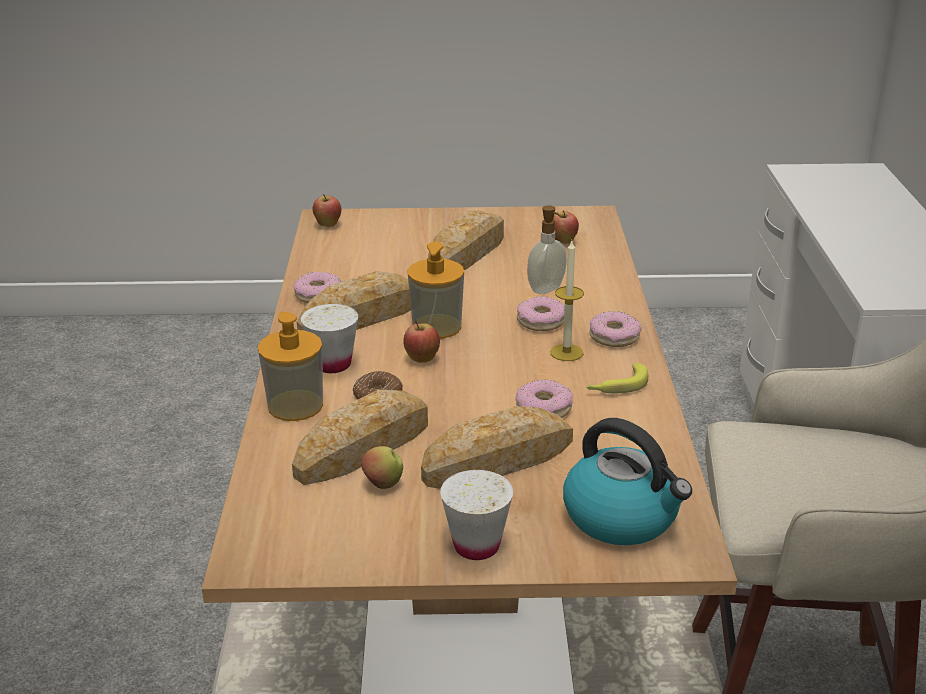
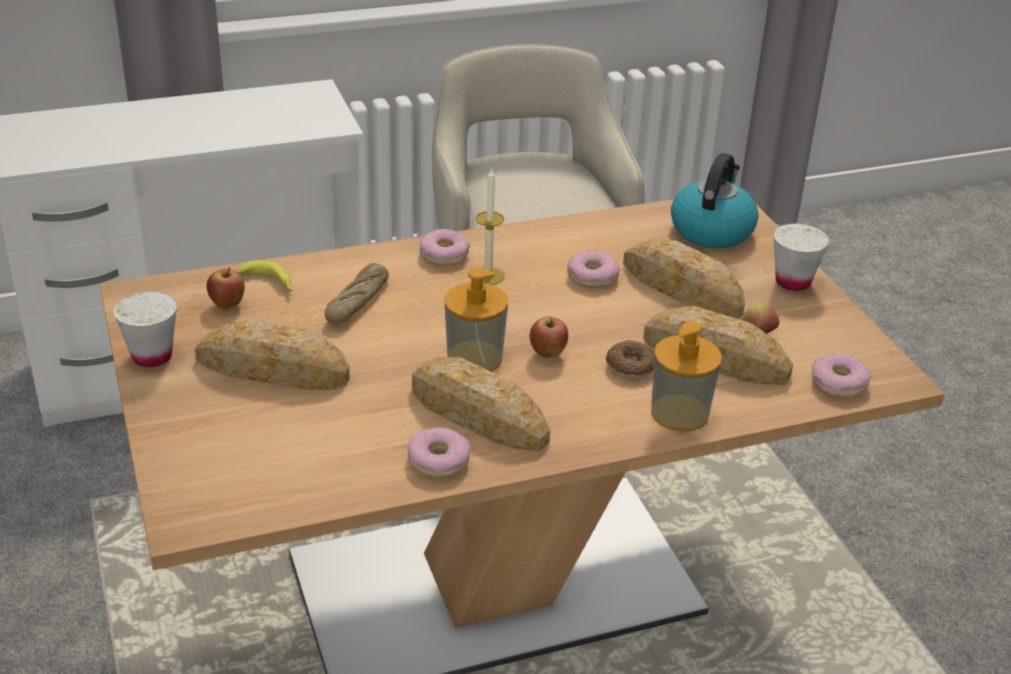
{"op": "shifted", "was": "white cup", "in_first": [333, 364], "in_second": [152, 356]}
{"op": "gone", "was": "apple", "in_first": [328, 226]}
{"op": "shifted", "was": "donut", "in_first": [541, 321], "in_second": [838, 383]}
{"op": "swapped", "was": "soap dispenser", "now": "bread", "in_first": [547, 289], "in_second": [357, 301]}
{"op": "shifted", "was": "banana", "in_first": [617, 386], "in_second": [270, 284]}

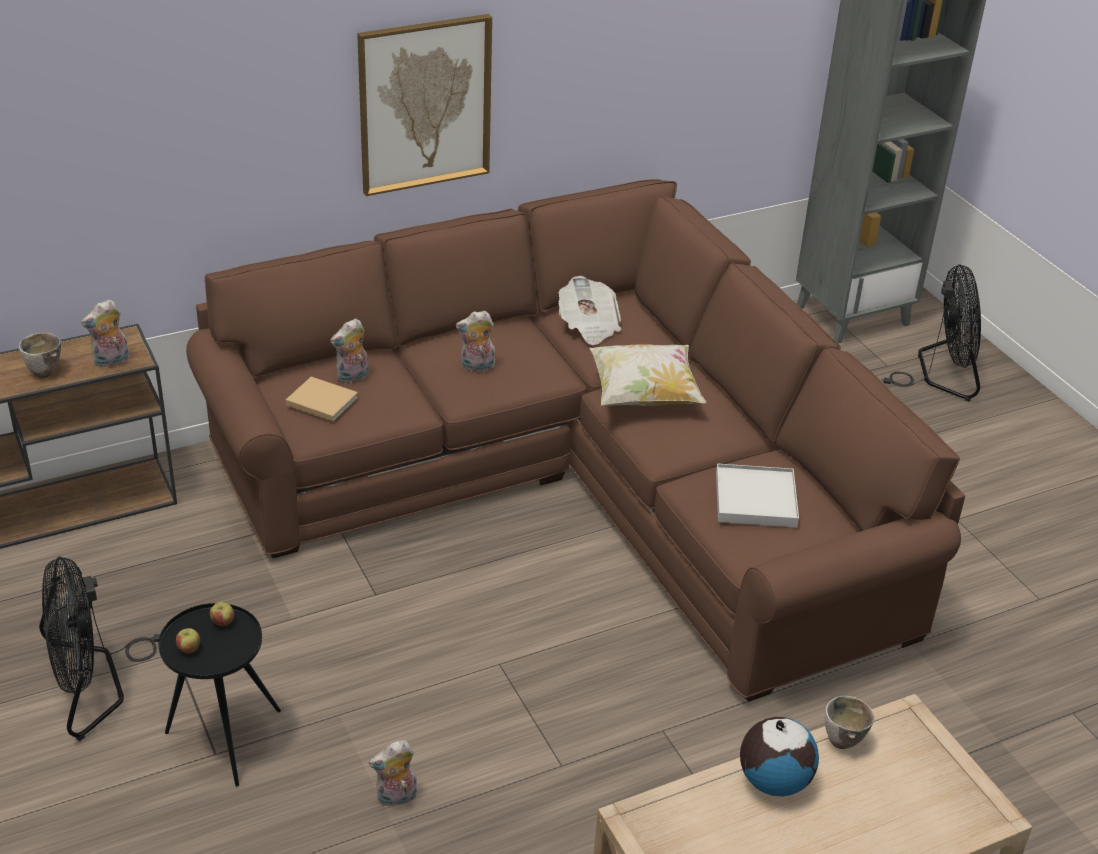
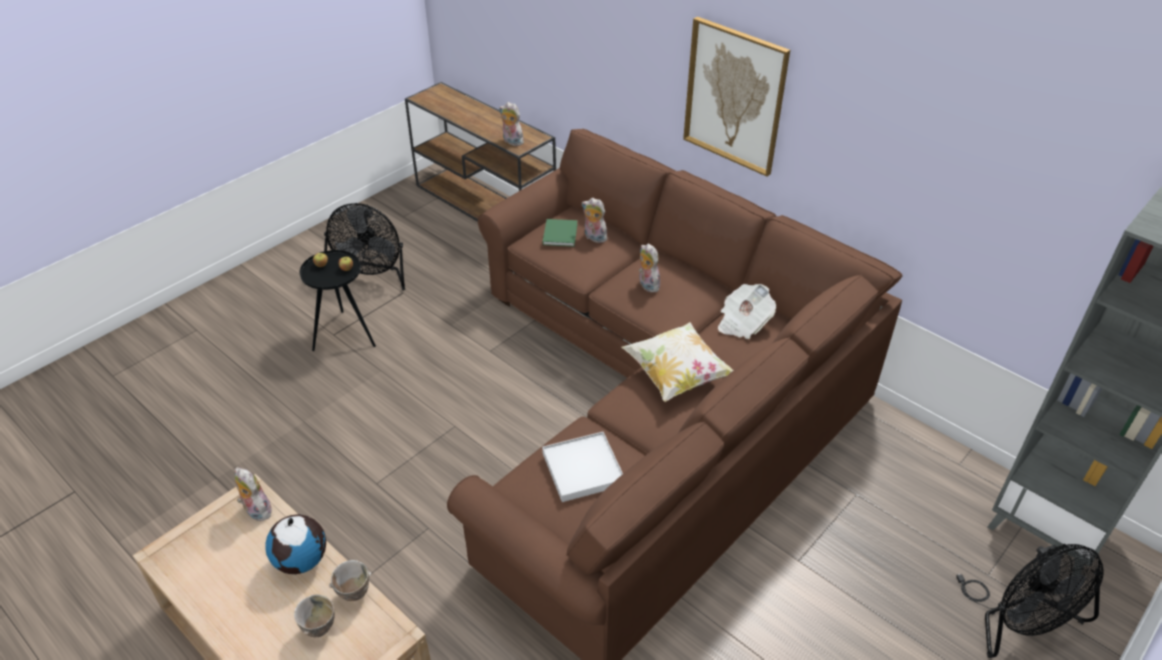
{"op": "shifted", "was": "bowl", "in_first": [45, 373], "in_second": [319, 630]}
{"op": "rotated", "was": "black fan", "in_first": [94, 679], "in_second": [371, 273], "clockwise": -120}
{"op": "repainted", "was": "beige book", "now": "green book", "in_first": [320, 400], "in_second": [560, 233]}
{"op": "shifted", "was": "plush toy", "in_first": [396, 798], "in_second": [256, 510]}

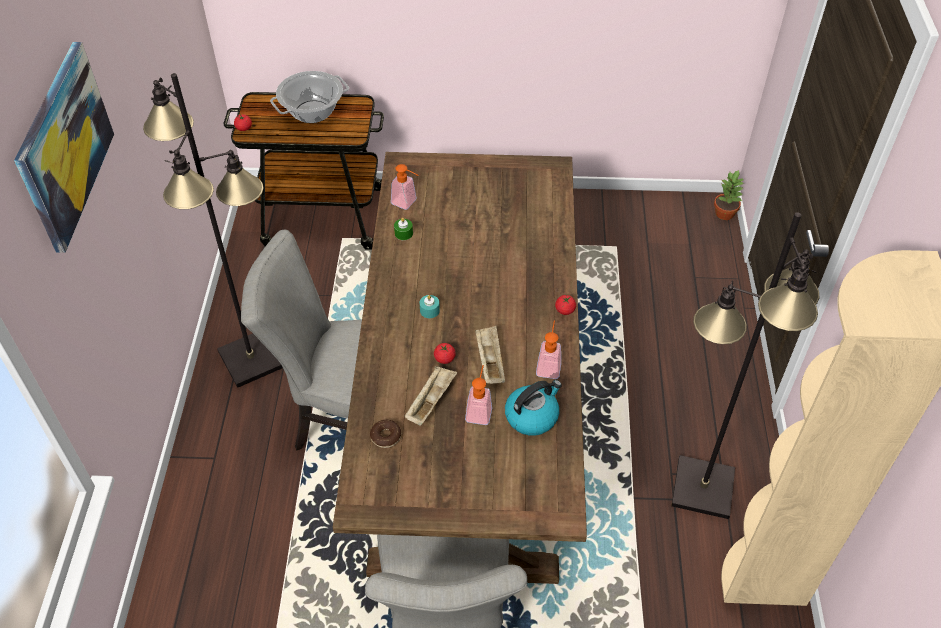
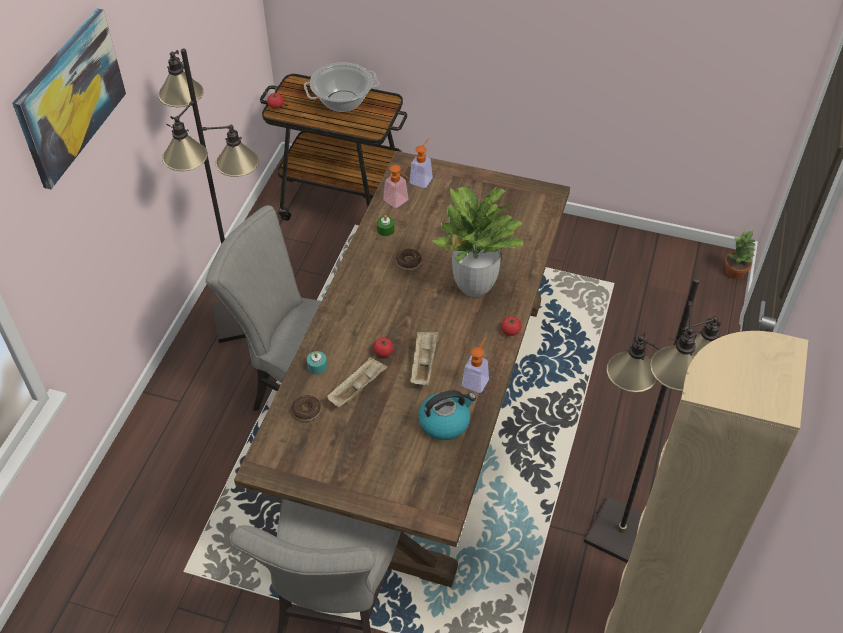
{"op": "shifted", "was": "turquoise candle", "in_first": [429, 310], "in_second": [317, 366]}
{"op": "shifted", "was": "soap dispenser", "in_first": [479, 410], "in_second": [422, 178]}
{"op": "new", "now": "donut", "in_second": [408, 262]}
{"op": "new", "now": "potted plant", "in_second": [474, 286]}

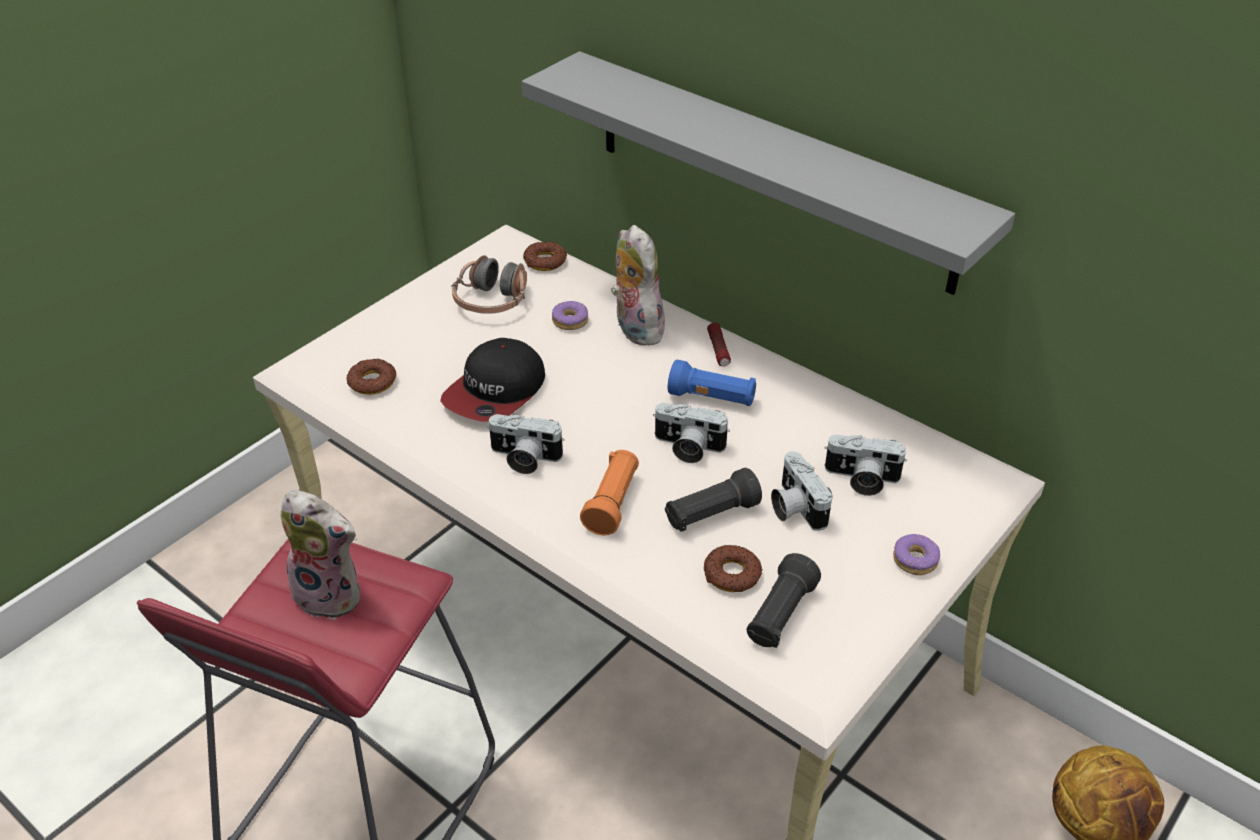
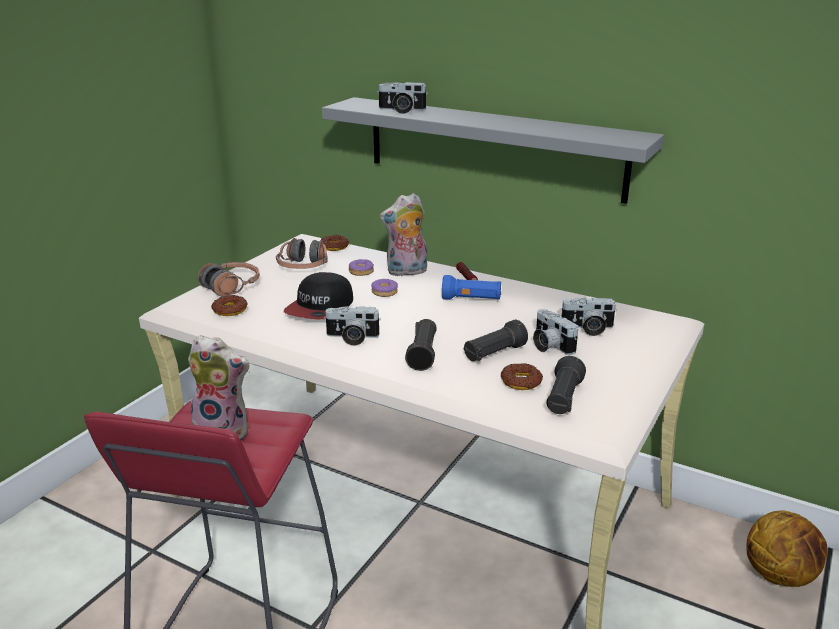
{"op": "repainted", "was": "orange flashlight", "now": "black flashlight", "in_first": [612, 503], "in_second": [423, 354]}
{"op": "rotated", "was": "plush toy", "in_first": [635, 328], "in_second": [406, 272], "clockwise": -75}
{"op": "shifted", "was": "photo camera", "in_first": [687, 448], "in_second": [401, 110]}
{"op": "shifted", "was": "donut", "in_first": [915, 560], "in_second": [385, 292]}
{"op": "new", "now": "headphones", "in_second": [231, 287]}

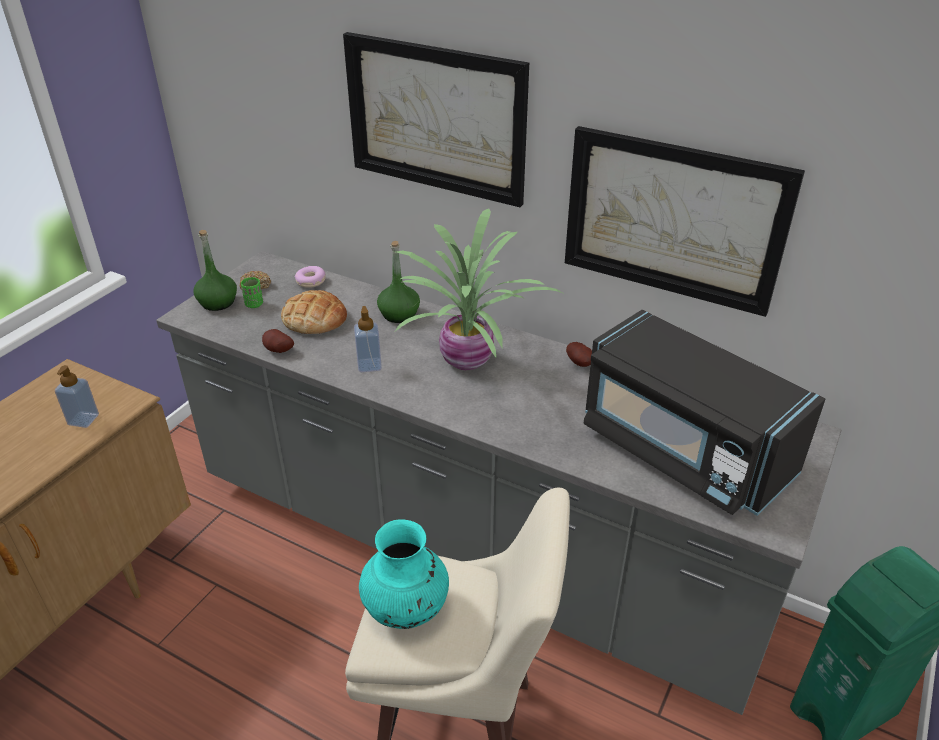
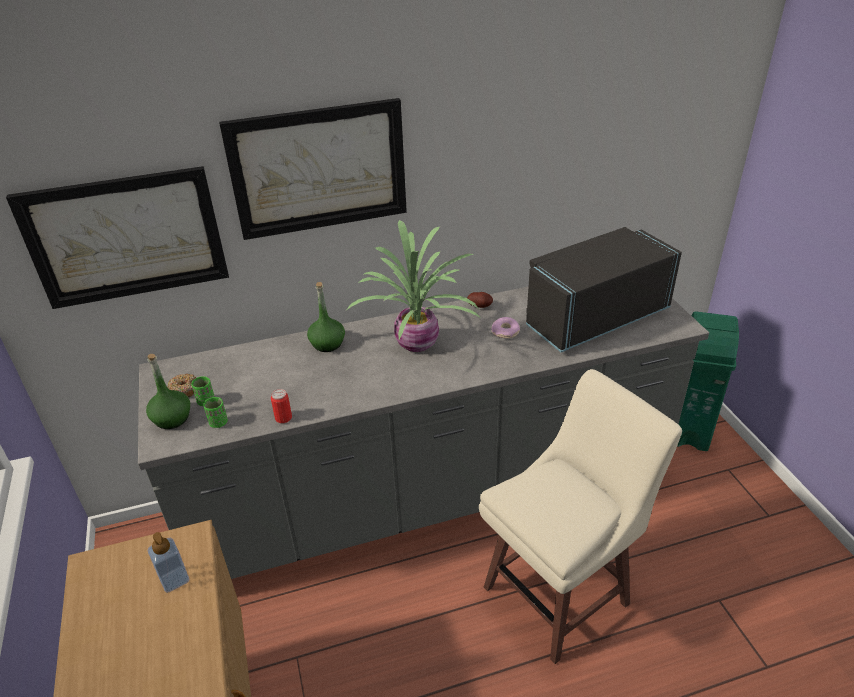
{"op": "swapped", "was": "potato", "now": "can", "in_first": [278, 351], "in_second": [283, 418]}
{"op": "gone", "was": "bread", "in_first": [315, 318]}
{"op": "shifted", "was": "donut", "in_first": [311, 281], "in_second": [505, 332]}
{"op": "gone", "was": "soap dispenser", "in_first": [369, 365]}
{"op": "gone", "was": "turquoise vase", "in_first": [406, 610]}
{"op": "shifted", "was": "picture", "in_first": [673, 219], "in_second": [126, 237]}
{"op": "rotated", "was": "black microwave", "in_first": [682, 450], "in_second": [595, 318], "clockwise": 150}
{"op": "new", "now": "green cup", "in_second": [218, 423]}

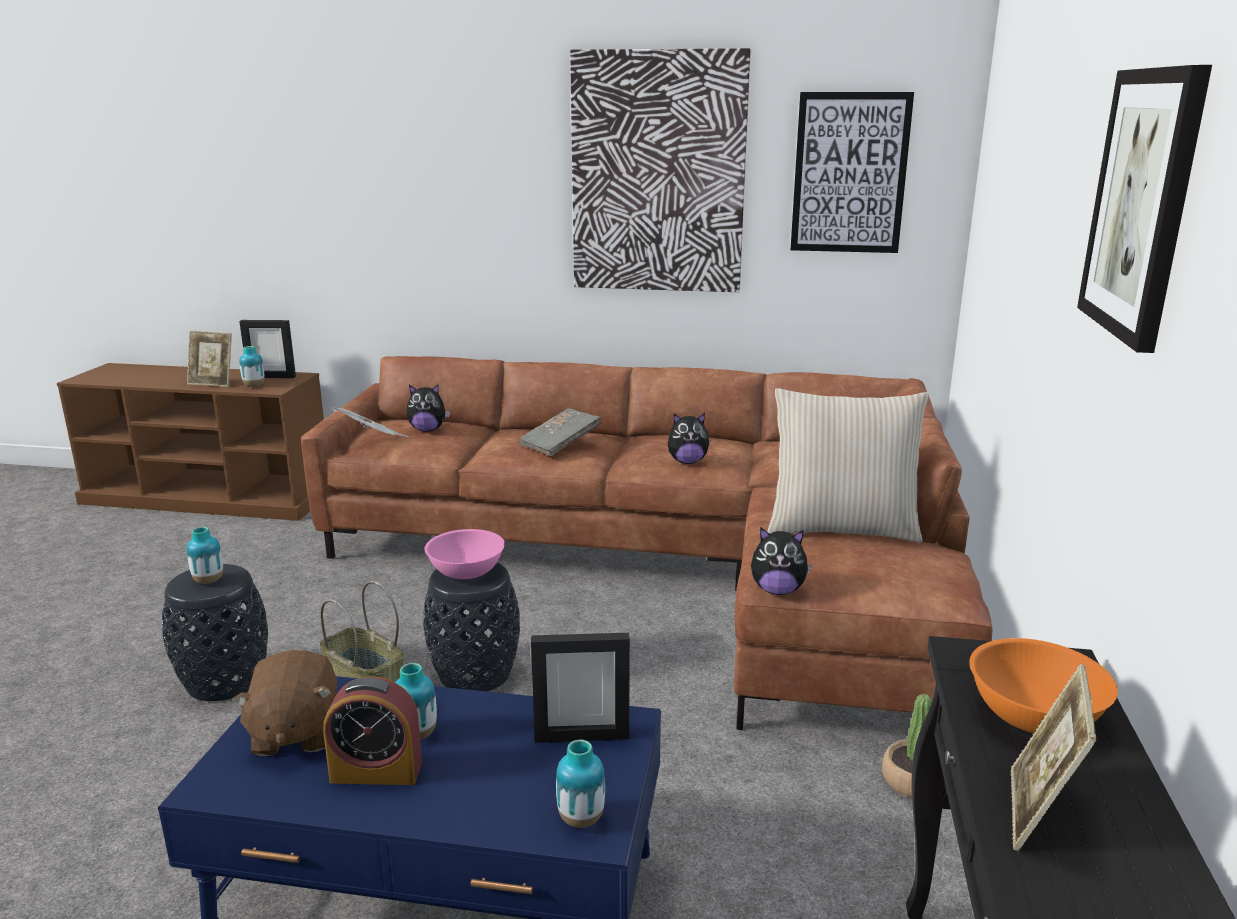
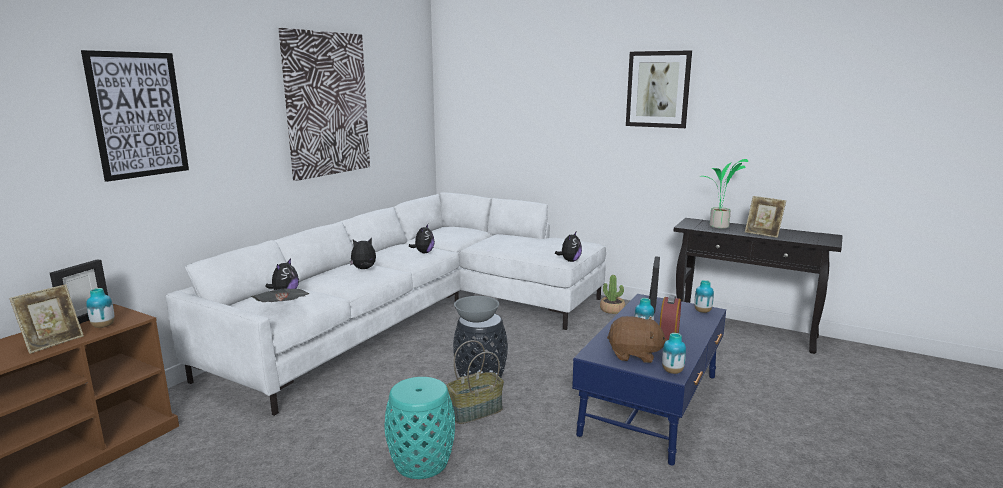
{"op": "repainted", "was": "black stool", "now": "turquoise stool", "in_first": [225, 681], "in_second": [421, 462]}
{"op": "shifted", "was": "vase", "in_first": [208, 581], "in_second": [672, 371]}
{"op": "repainted", "was": "brown sofa", "now": "white sofa", "in_first": [667, 569], "in_second": [418, 318]}
{"op": "repainted", "was": "pink bowl", "now": "grey bowl", "in_first": [467, 571], "in_second": [476, 319]}
{"op": "swapped", "was": "grey book", "now": "plush toy", "in_first": [560, 444], "in_second": [364, 269]}
{"op": "gone", "was": "beige pillow", "in_first": [841, 528]}
{"op": "shifted", "was": "picture", "in_first": [849, 173], "in_second": [138, 115]}
{"op": "swapped", "was": "orange bowl", "now": "potted plant", "in_first": [1035, 716], "in_second": [719, 227]}

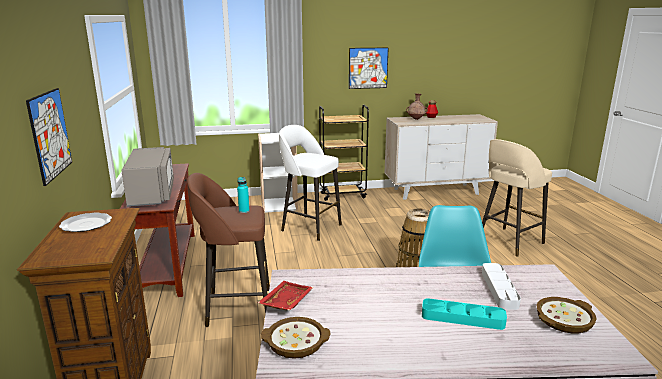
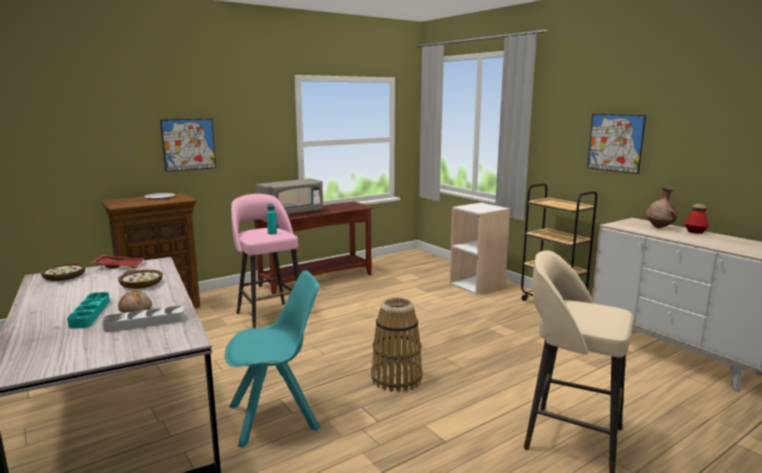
{"op": "repainted", "was": "brown stool", "now": "pink stool", "in_first": [236, 307], "in_second": [269, 316]}
{"op": "gone", "was": "white stool", "in_first": [310, 227]}
{"op": "shifted", "was": "bowl", "in_first": [564, 320], "in_second": [141, 283]}
{"op": "new", "now": "bread", "in_second": [135, 309]}

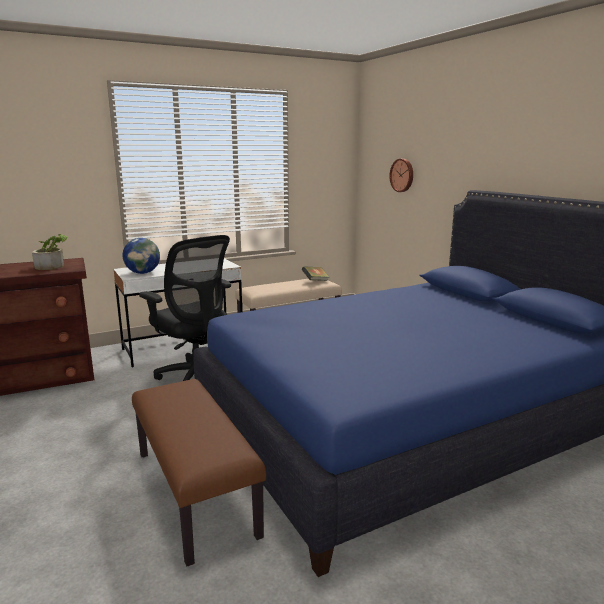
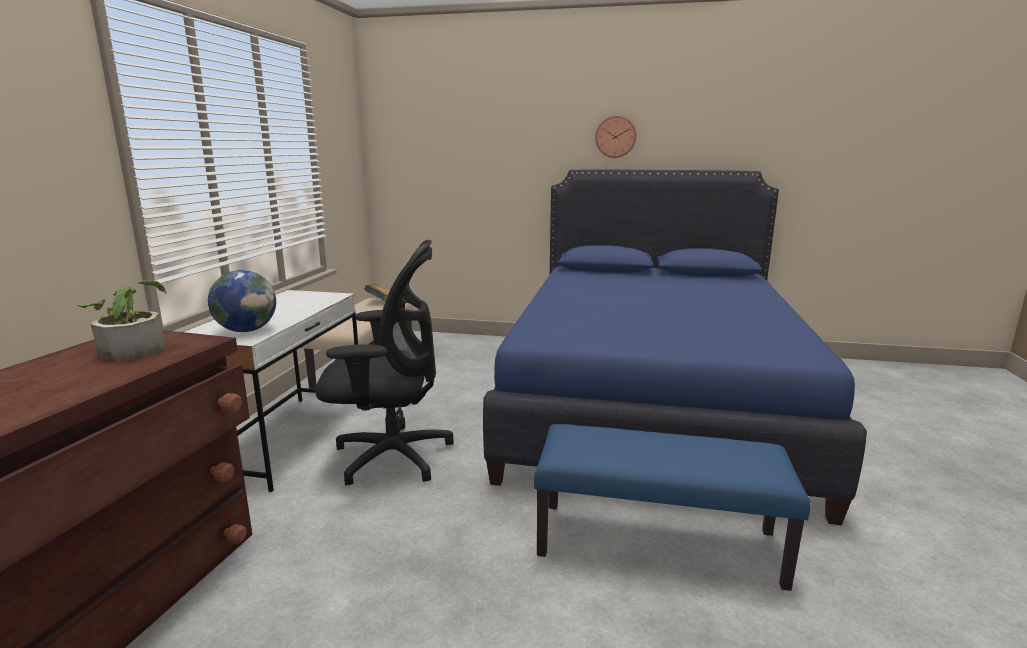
{"op": "repainted", "was": "brown bench", "now": "blue bench", "in_first": [196, 492], "in_second": [658, 543]}
{"op": "shifted", "was": "wall clock", "in_first": [402, 175], "in_second": [615, 137]}

